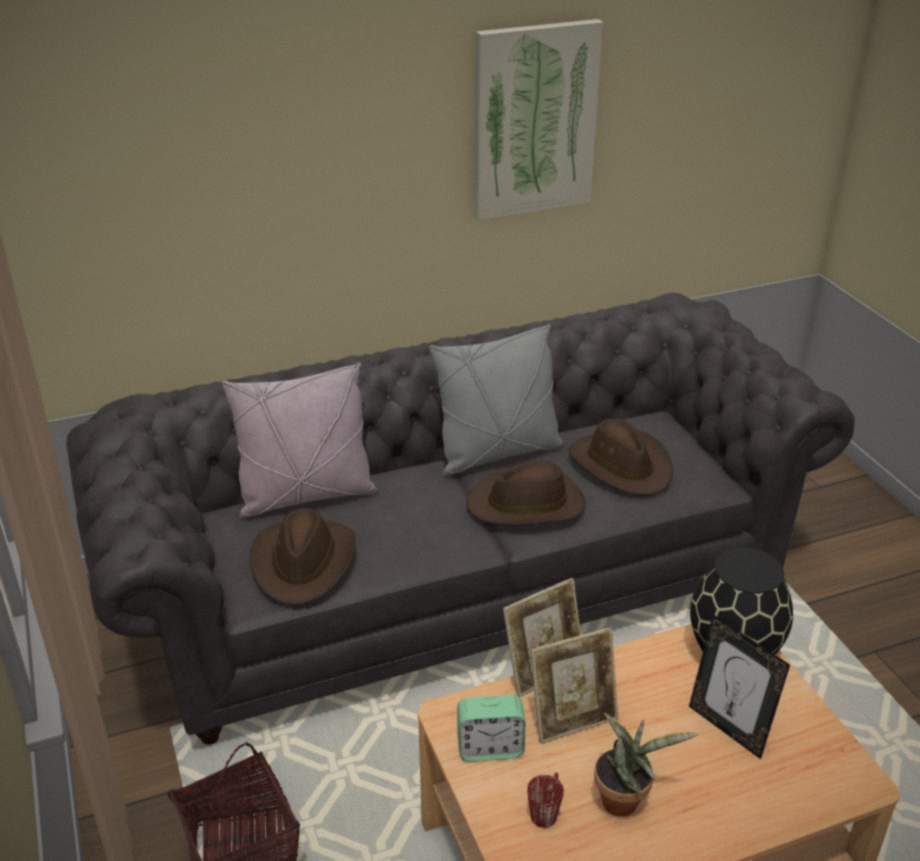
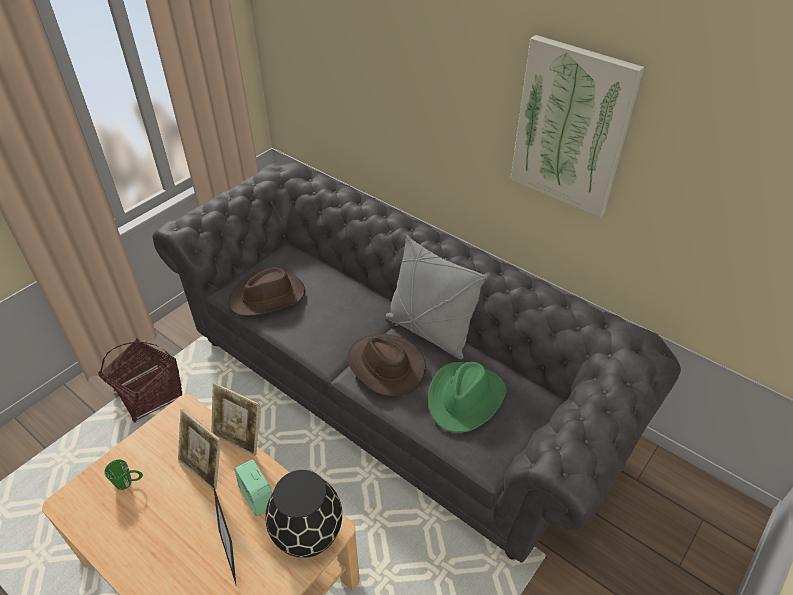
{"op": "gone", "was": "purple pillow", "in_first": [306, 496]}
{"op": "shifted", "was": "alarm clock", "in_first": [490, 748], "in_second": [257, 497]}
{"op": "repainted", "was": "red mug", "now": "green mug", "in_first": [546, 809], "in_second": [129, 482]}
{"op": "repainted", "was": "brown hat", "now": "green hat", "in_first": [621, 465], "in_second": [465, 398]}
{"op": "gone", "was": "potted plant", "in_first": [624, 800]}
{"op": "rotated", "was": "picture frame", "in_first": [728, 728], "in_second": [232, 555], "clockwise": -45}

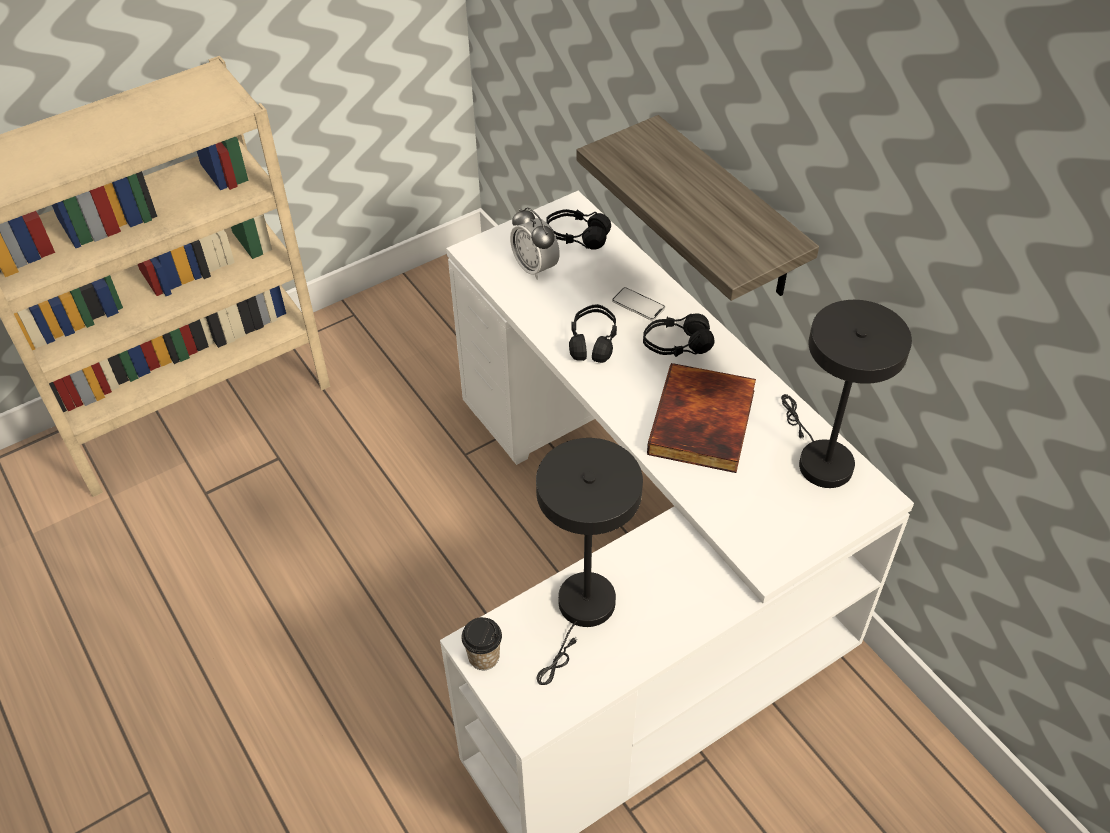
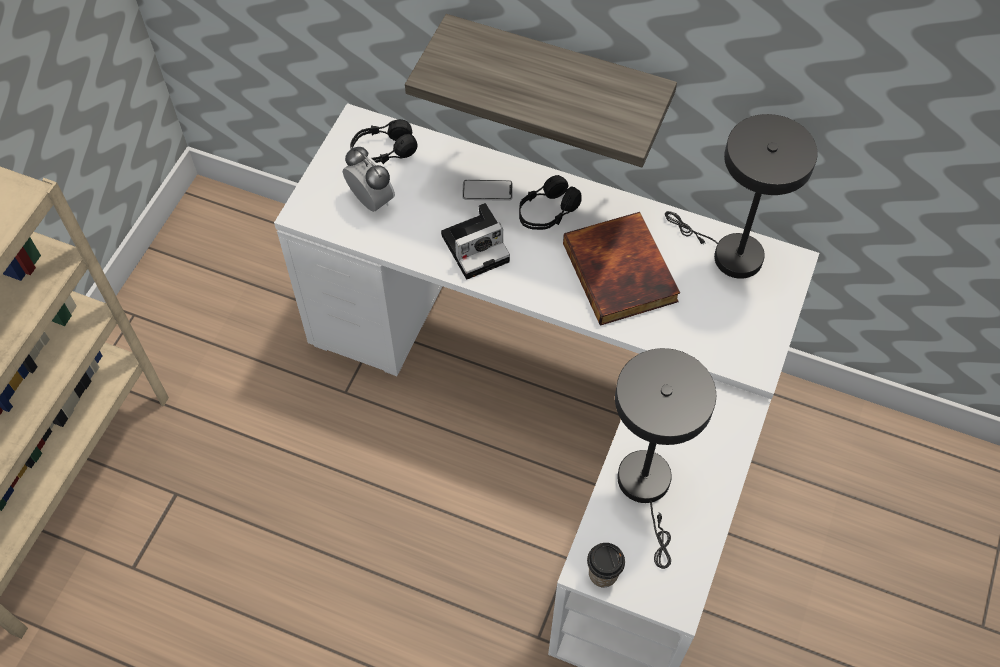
{"op": "rotated", "was": "alarm clock", "in_first": [535, 267], "in_second": [371, 201], "clockwise": -150}
{"op": "swapped", "was": "black headphones", "now": "photo camera", "in_first": [593, 342], "in_second": [477, 246]}

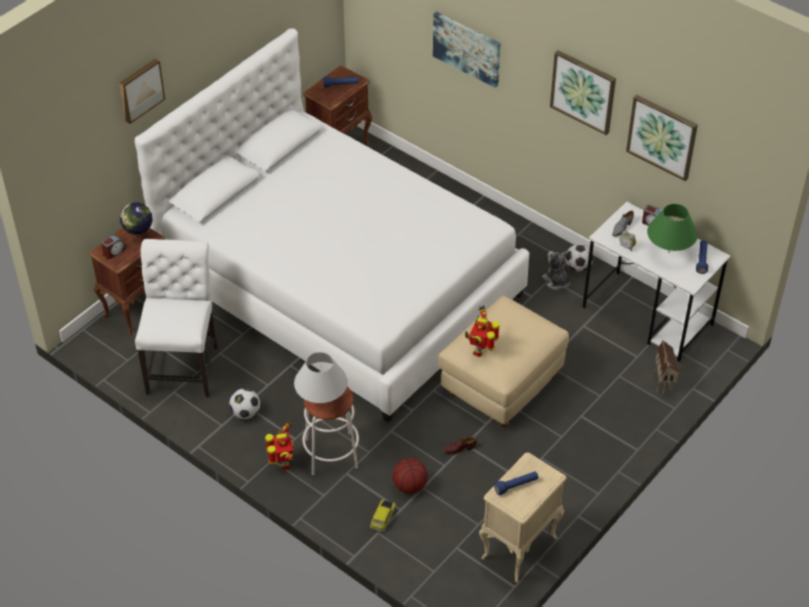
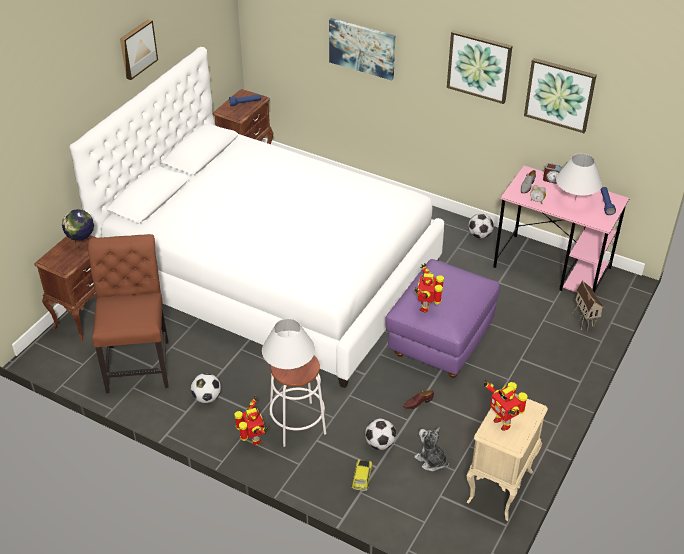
{"op": "gone", "was": "alarm clock", "in_first": [113, 252]}
{"op": "shifted", "was": "picture", "in_first": [140, 90], "in_second": [137, 48]}
{"op": "repainted", "was": "white chair", "now": "brown chair", "in_first": [184, 365], "in_second": [139, 362]}
{"op": "swapped", "was": "basketball", "now": "football", "in_first": [409, 486], "in_second": [380, 444]}
{"op": "repainted", "was": "beige ottoman", "now": "purple ottoman", "in_first": [502, 382], "in_second": [440, 339]}
{"op": "swapped", "was": "blue flashlight", "now": "toy robot", "in_first": [516, 486], "in_second": [503, 422]}
{"op": "shifted", "was": "plush toy", "in_first": [556, 281], "in_second": [431, 460]}
{"op": "repainted", "was": "white desk", "now": "pink desk", "in_first": [648, 316], "in_second": [553, 268]}
{"op": "repainted", "was": "green table lamp", "now": "white table lamp", "in_first": [669, 252], "in_second": [575, 201]}

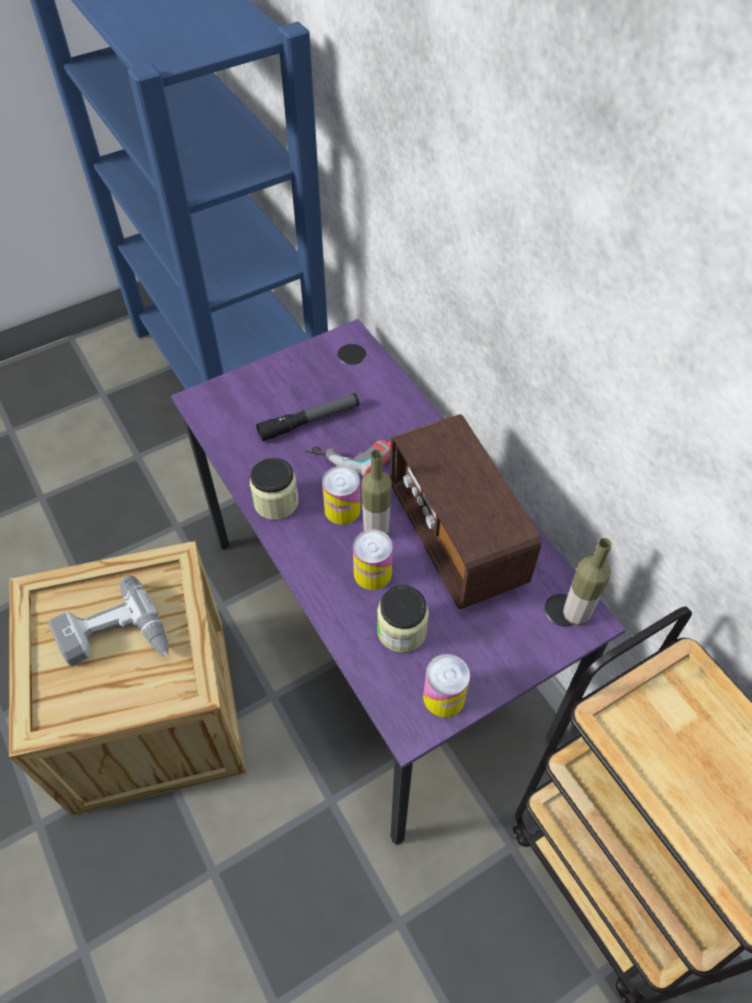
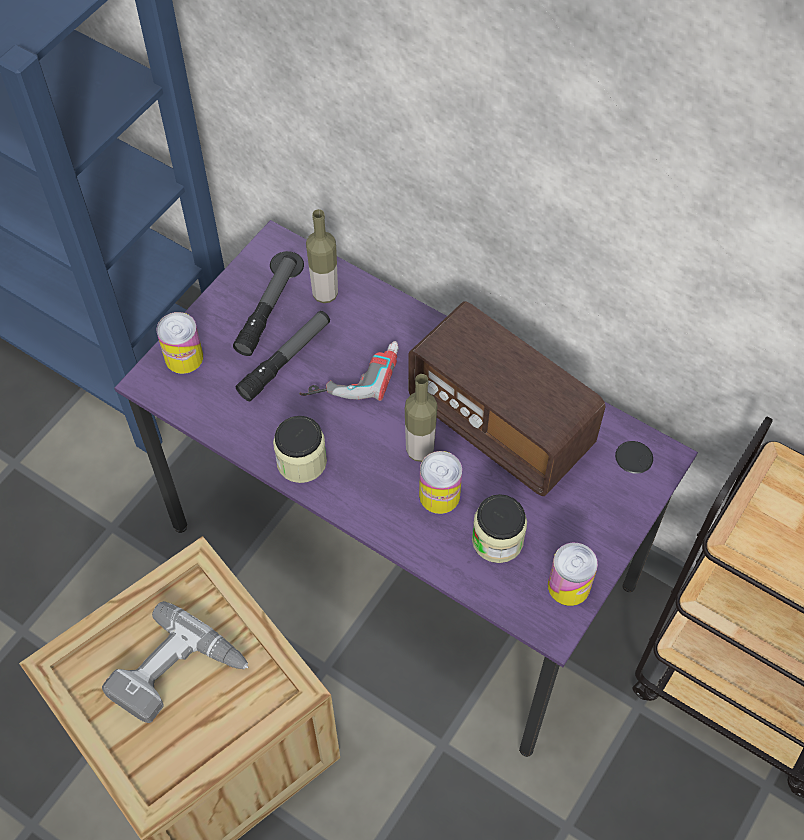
{"op": "shifted", "was": "can", "in_first": [342, 509], "in_second": [184, 357]}
{"op": "shifted", "was": "bottle", "in_first": [576, 614], "in_second": [325, 294]}
{"op": "new", "now": "flashlight", "in_second": [267, 309]}

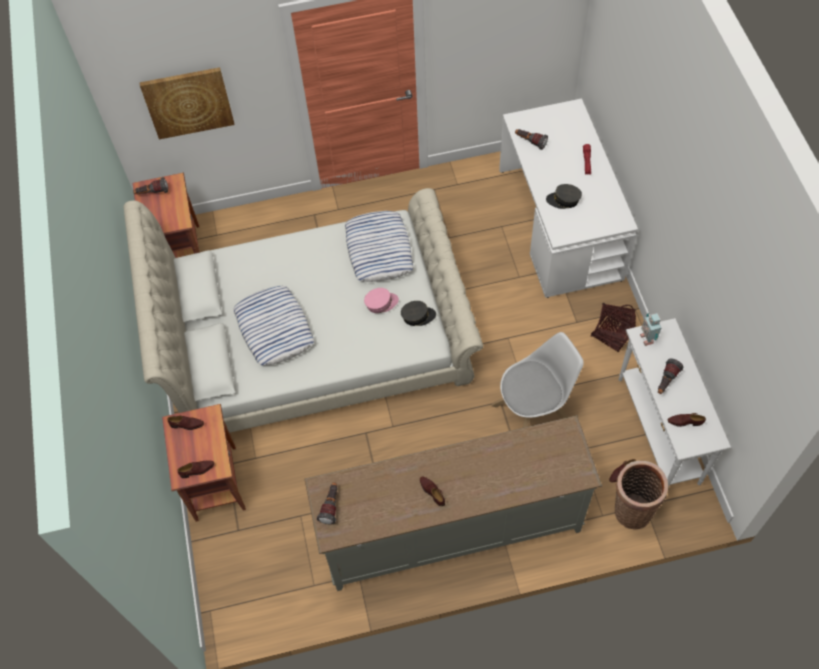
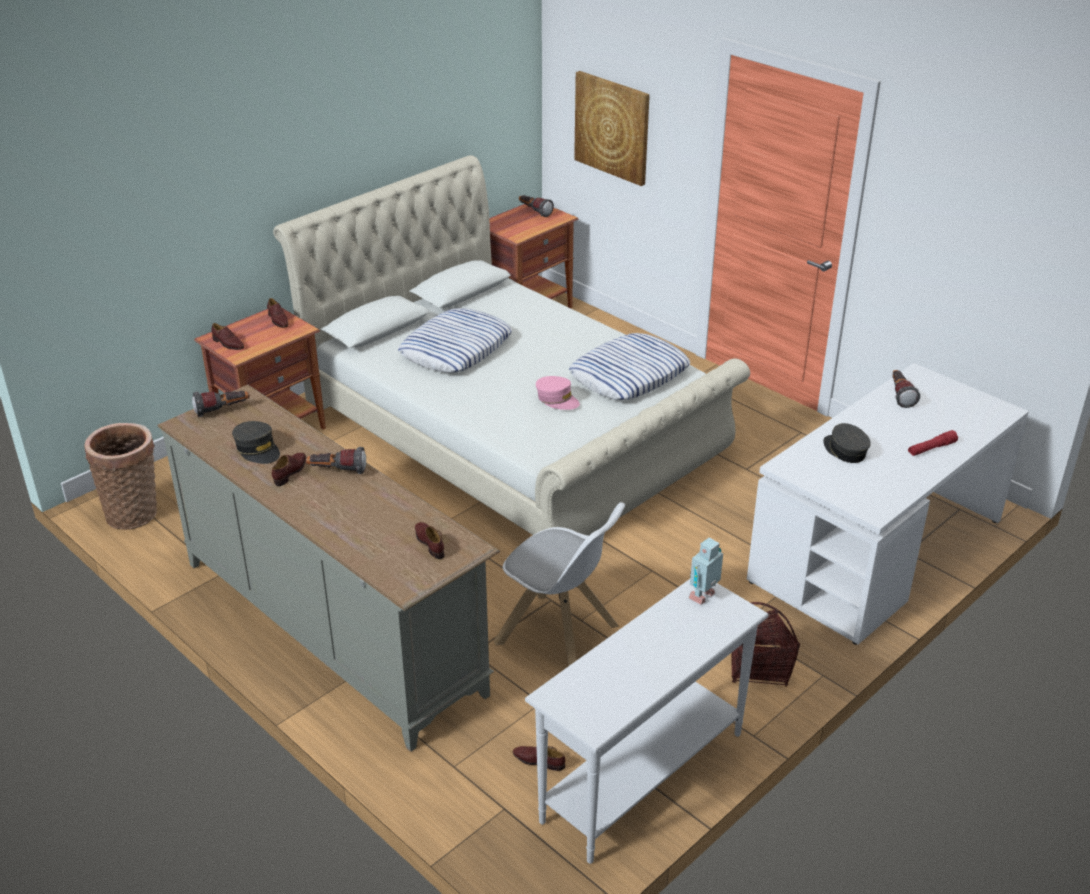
{"op": "shifted", "was": "grey cap", "in_first": [418, 316], "in_second": [257, 450]}
{"op": "shifted", "was": "basket", "in_first": [631, 508], "in_second": [134, 512]}
{"op": "shifted", "was": "flashlight", "in_first": [666, 381], "in_second": [337, 471]}
{"op": "shifted", "was": "brown shoe", "in_first": [685, 421], "in_second": [430, 543]}

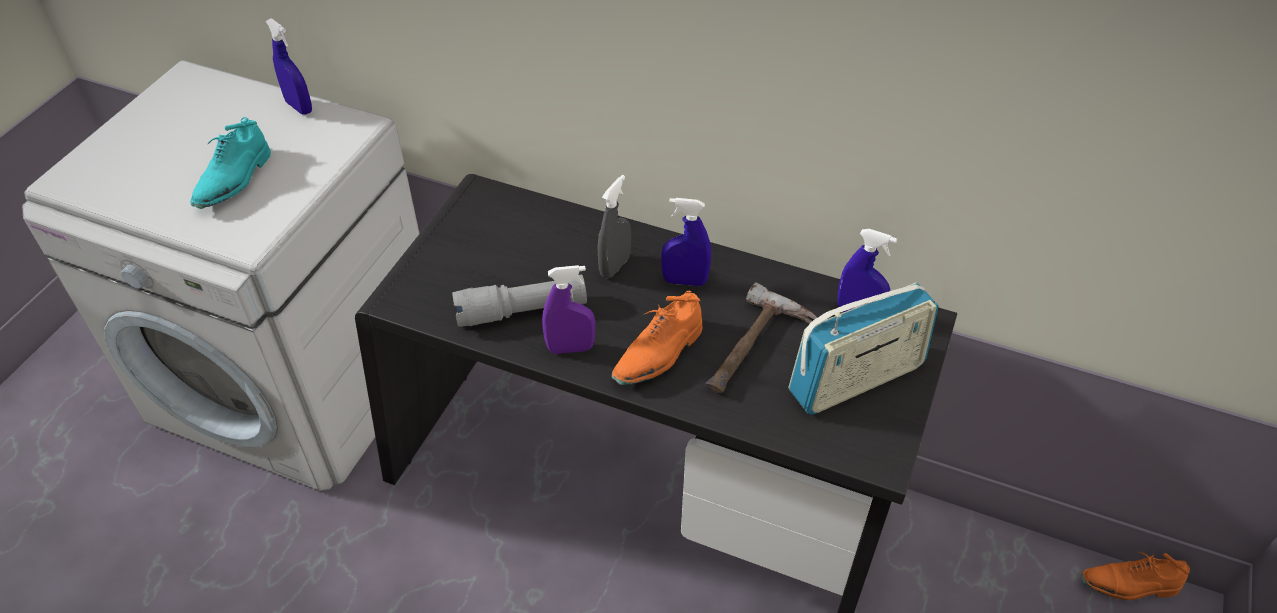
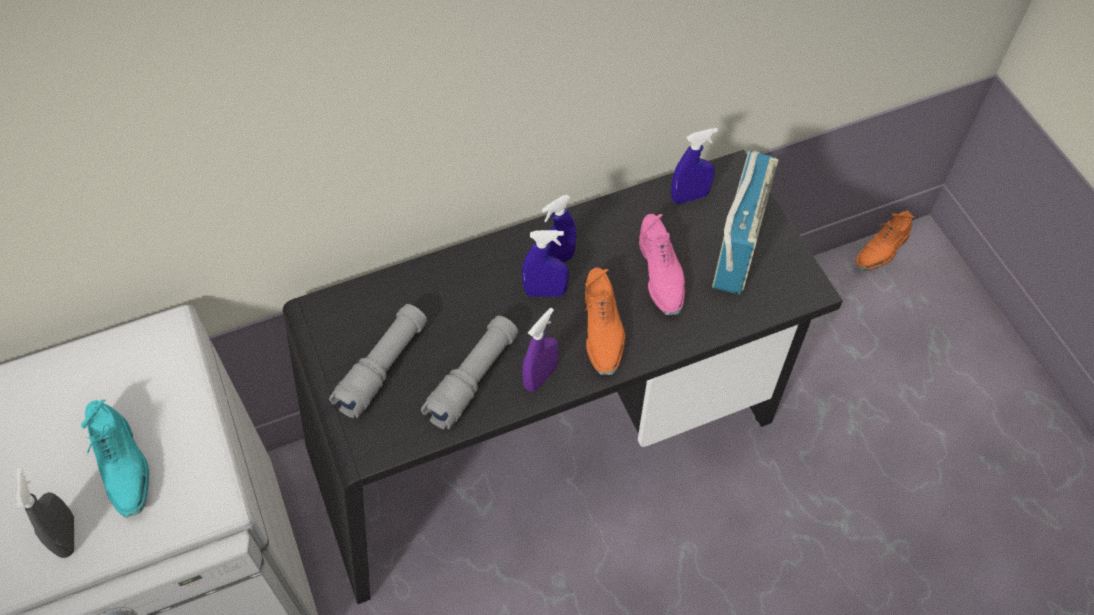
{"op": "shifted", "was": "blue spray bottle", "in_first": [299, 107], "in_second": [545, 292]}
{"op": "shifted", "was": "grey spray bottle", "in_first": [615, 266], "in_second": [67, 536]}
{"op": "swapped", "was": "hammer", "now": "pink shoe", "in_first": [759, 351], "in_second": [661, 275]}
{"op": "new", "now": "grey flashlight", "in_second": [382, 367]}

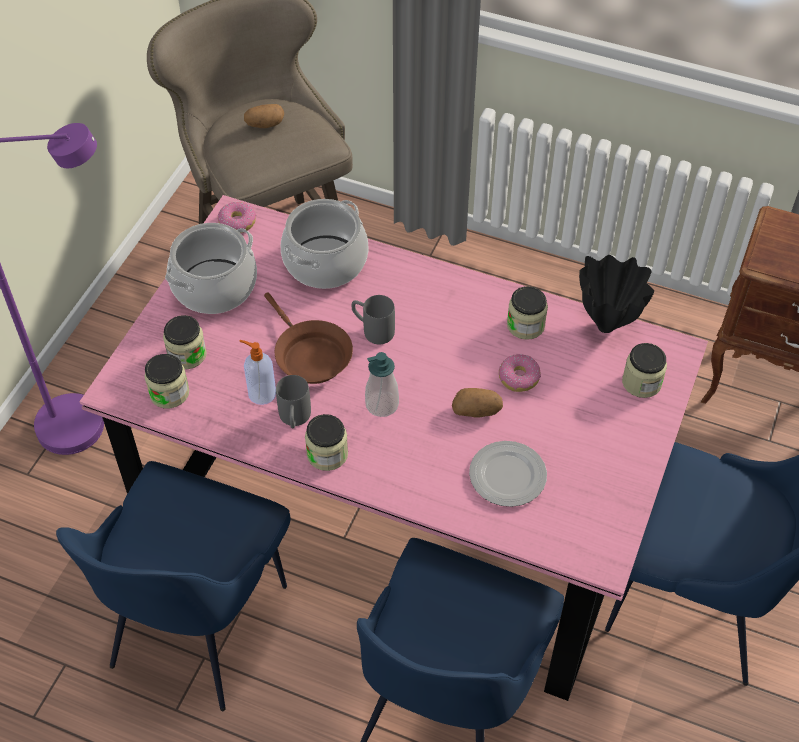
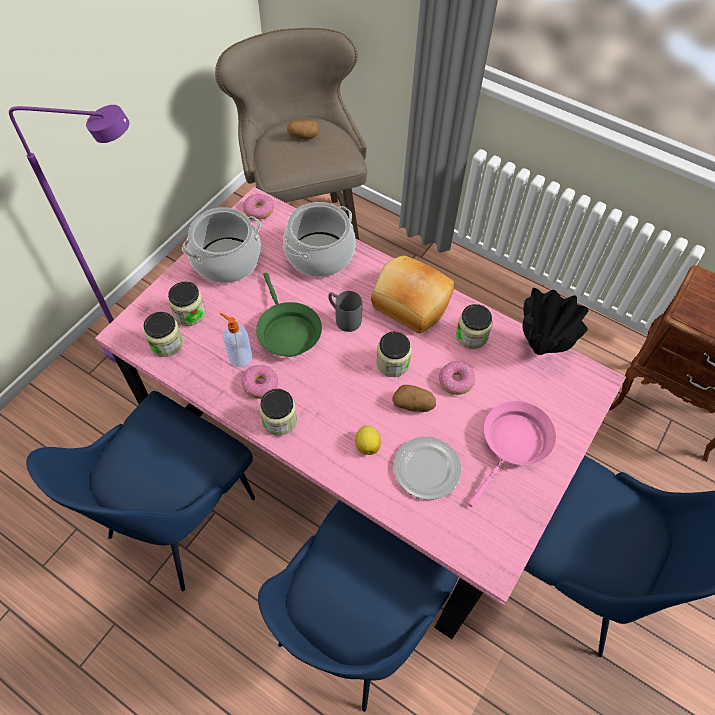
{"op": "repainted", "was": "brown frying pan", "now": "green frying pan", "in_first": [309, 355], "in_second": [287, 331]}
{"op": "swapped", "was": "grey mug", "now": "donut", "in_first": [294, 420], "in_second": [260, 385]}
{"op": "gone", "was": "soap dispenser", "in_first": [382, 404]}
{"op": "shifted", "was": "jar", "in_first": [641, 382], "in_second": [392, 363]}
{"op": "new", "now": "lemon", "in_second": [367, 445]}
{"op": "new", "now": "bread", "in_second": [410, 304]}
{"op": "new", "now": "pink frying pan", "in_second": [513, 444]}

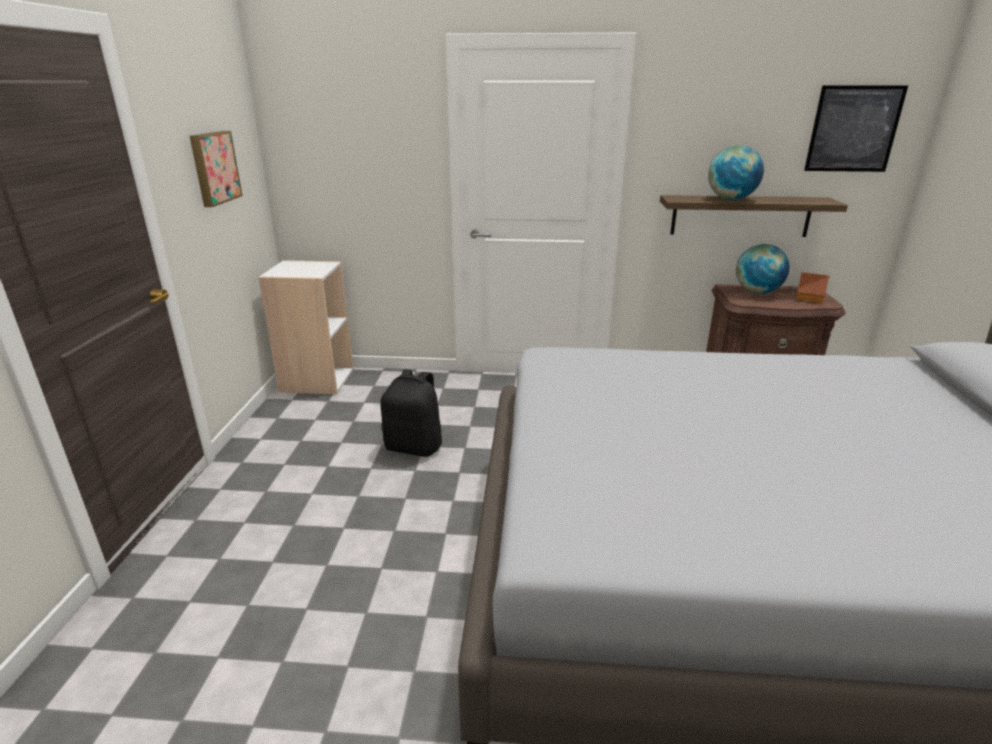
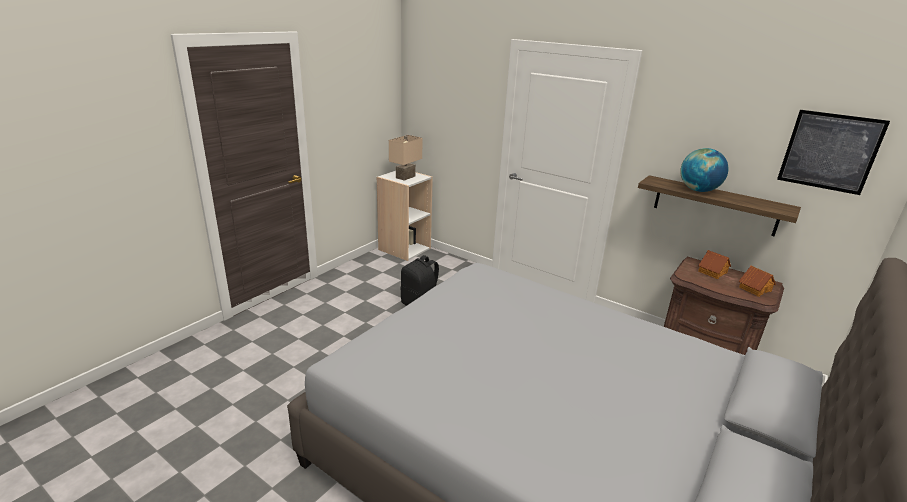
{"op": "gone", "was": "picture", "in_first": [214, 168]}
{"op": "swapped", "was": "globe", "now": "toy house", "in_first": [757, 292], "in_second": [713, 272]}
{"op": "new", "now": "beige table lamp", "in_second": [405, 177]}

